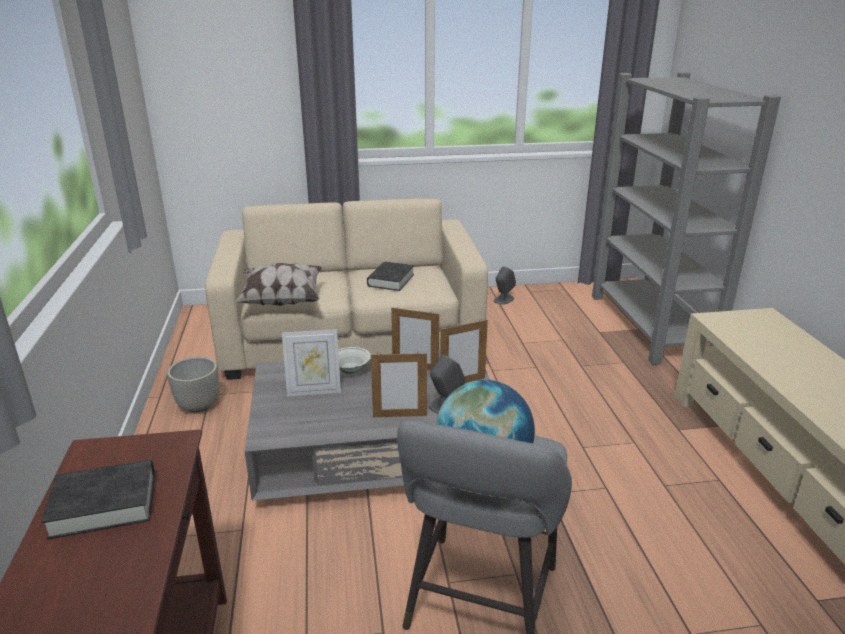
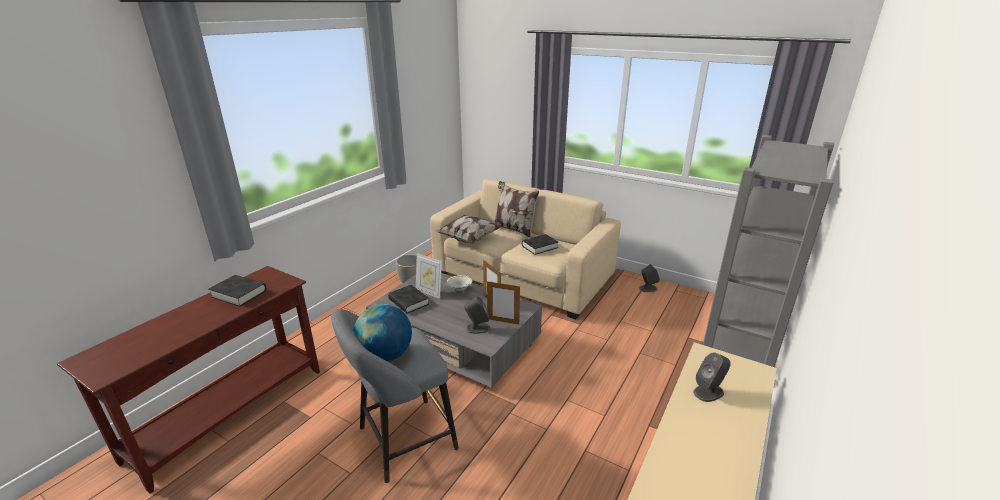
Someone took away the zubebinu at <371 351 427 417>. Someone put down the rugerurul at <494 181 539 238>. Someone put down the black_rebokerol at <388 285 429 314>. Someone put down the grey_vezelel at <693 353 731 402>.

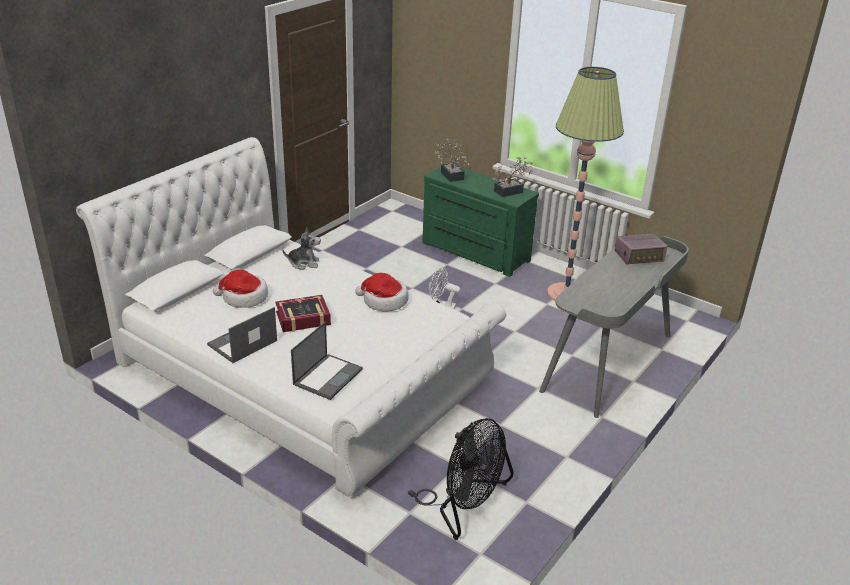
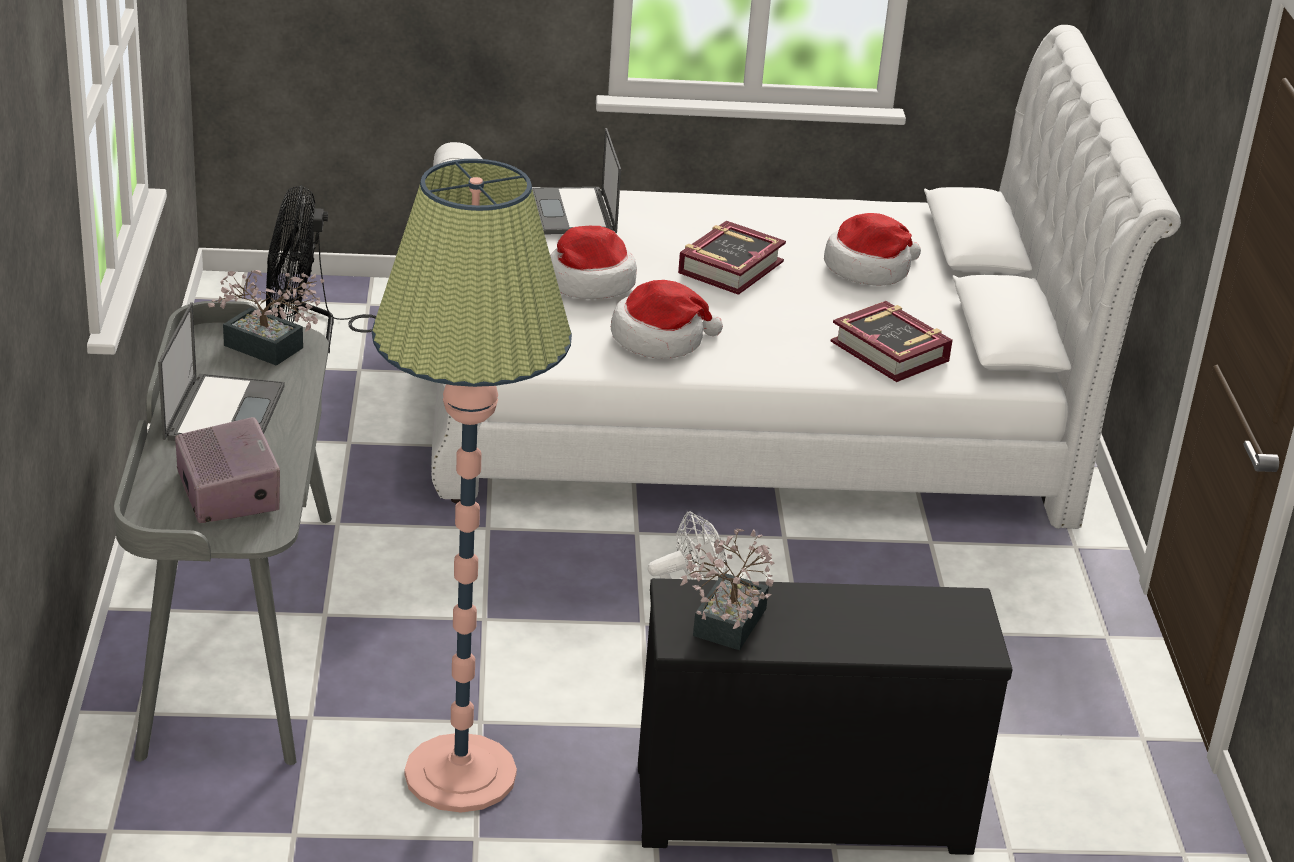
Someone carried the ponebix from <435 139 470 182> to <208 270 324 366>. Someone repainted the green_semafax at <422 167 539 277>, which became the black_semafax at <638 578 1013 855>. Someone swapped the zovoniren at <282 227 321 270> for the rebokerol at <831 301 953 382>. Someone rotated the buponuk at <615 234 668 265> by 120 degrees clockwise. Someone carried the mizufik from <207 307 277 363> to <158 302 285 441>. Someone put down the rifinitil at <550 226 637 299>.

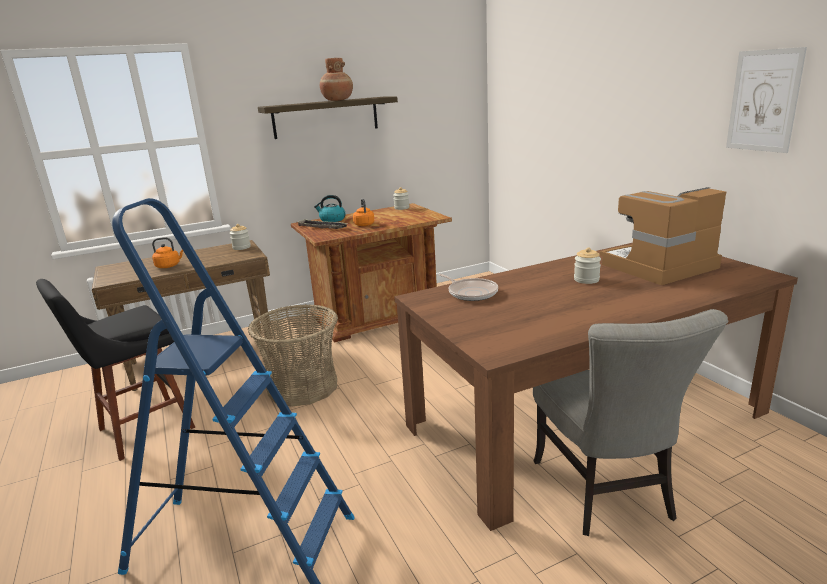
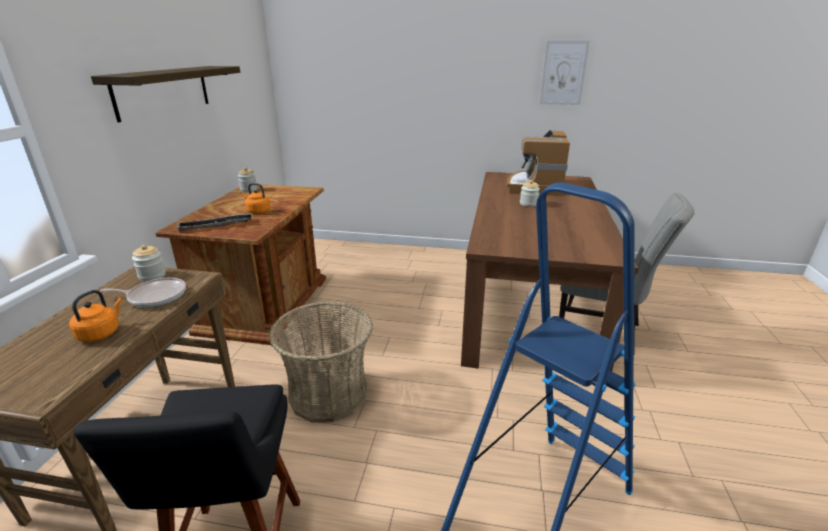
Someone took away the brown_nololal at <320 58 353 101>. Someone took away the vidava at <314 195 345 222>. Someone carried the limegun from <439 274 498 301> to <100 278 186 308>.

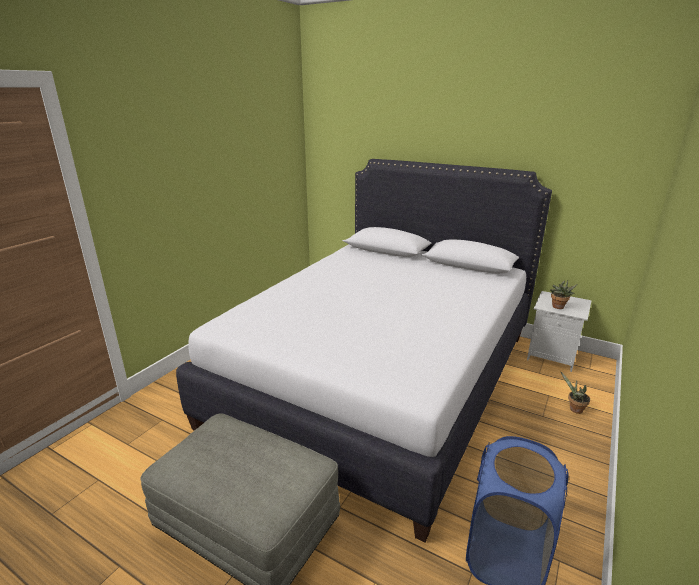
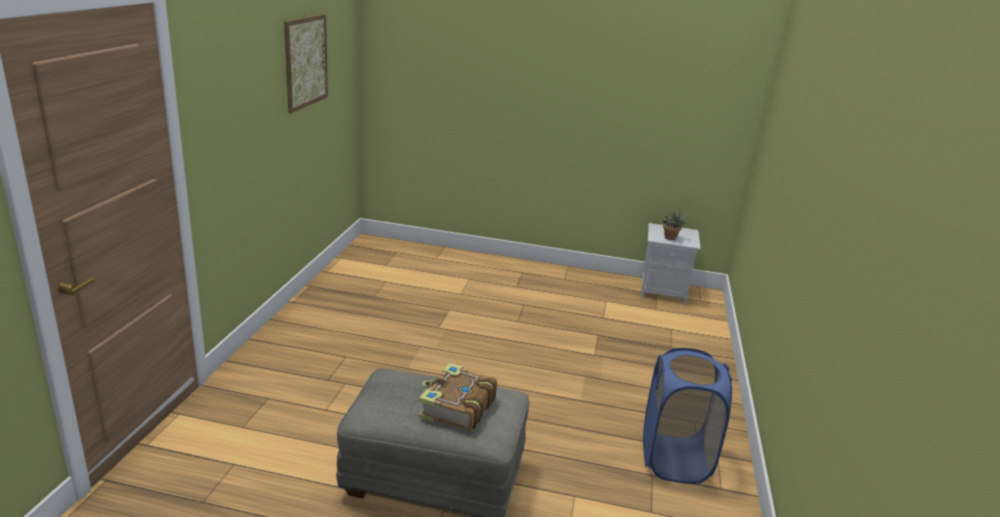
Someone took away the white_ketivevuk at <176 159 552 543>. Someone took away the ponebix at <560 371 590 414>. Someone put up the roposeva at <284 14 328 114>. Someone put down the rebokerol at <419 363 497 431>.

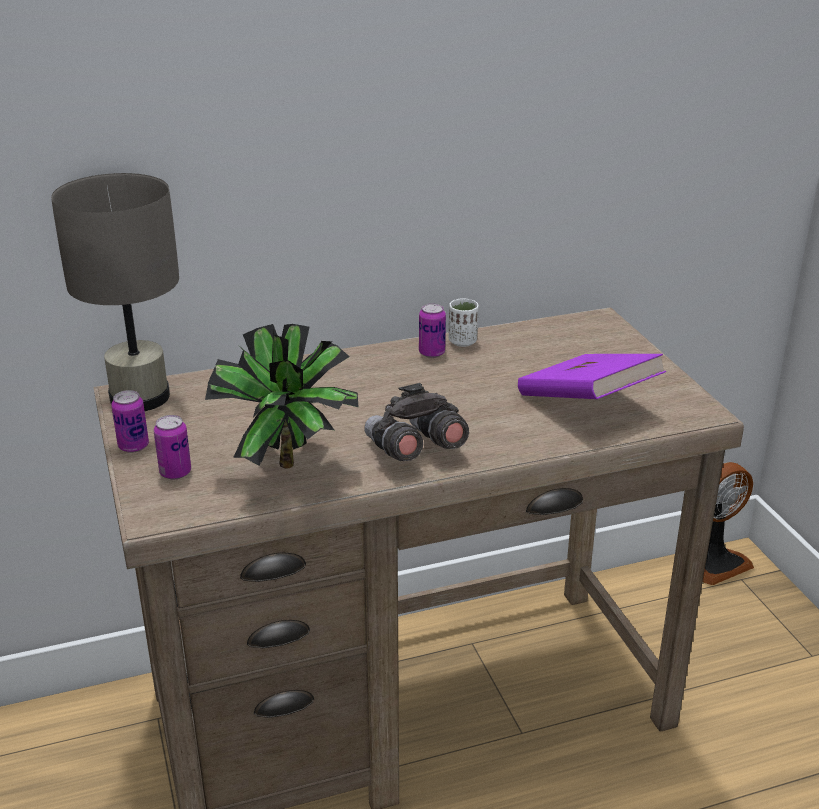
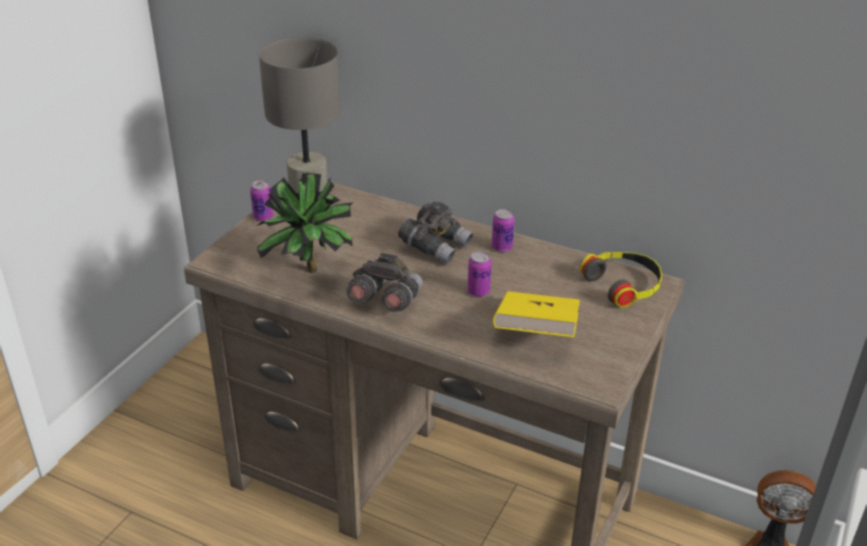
Someone took away the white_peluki at <449 298 479 347>. Someone repainted the purple_rebokerol at <518 354 666 399>, which became the yellow_rebokerol at <493 291 580 337>. Someone carried the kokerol from <154 415 191 479> to <467 252 491 297>. Someone put down the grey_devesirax at <398 202 473 264>. Someone put down the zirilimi at <580 252 662 308>.

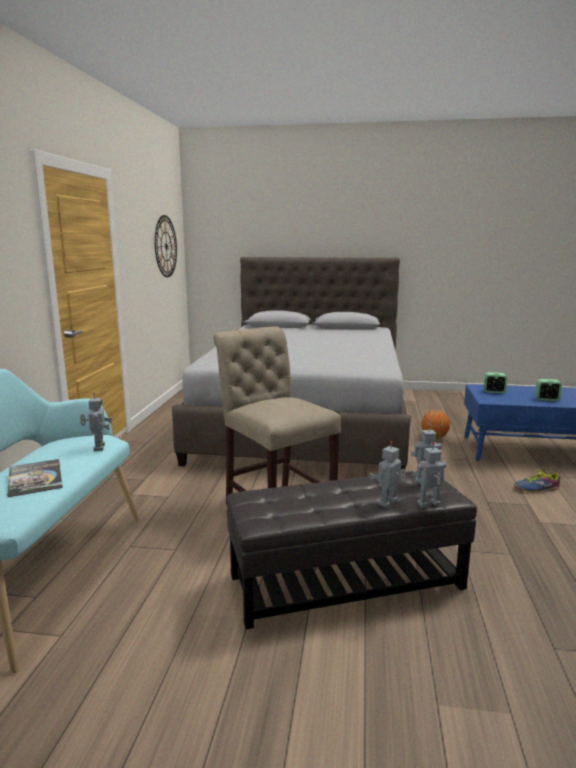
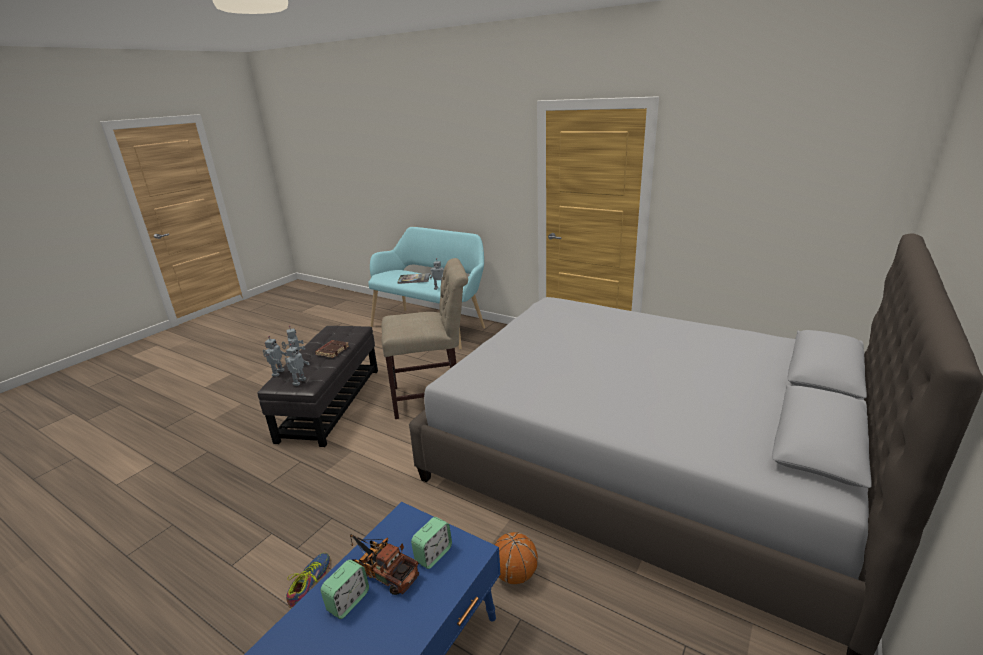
Someone took away the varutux at <155 215 177 277>. Someone put down the brown_rebokerol at <315 340 349 358>. Someone put down the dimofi at <350 534 419 595>.

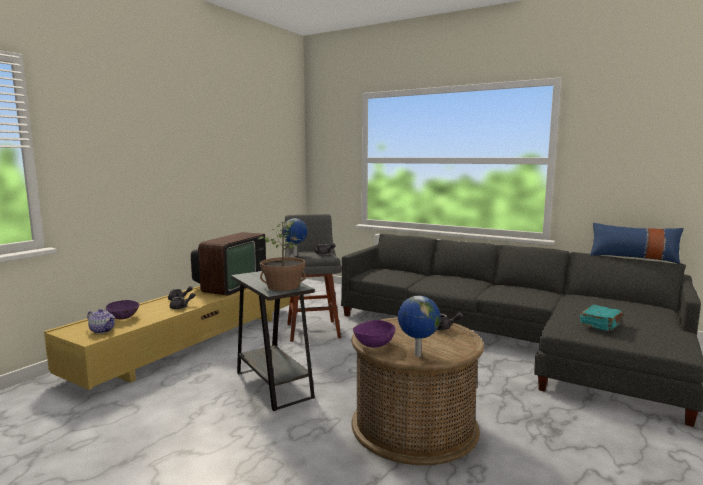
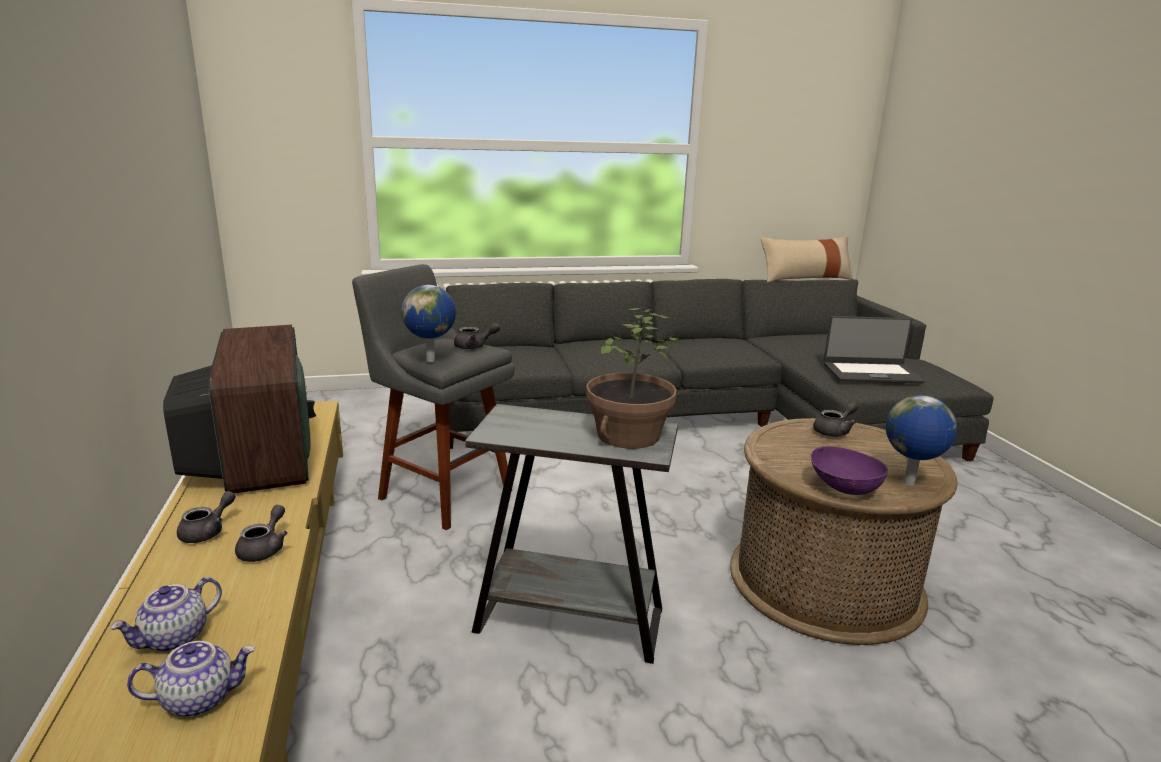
Someone repainted the blue_rugerurul at <590 223 684 264>, which became the beige_rugerurul at <760 236 854 282>. Someone swapped the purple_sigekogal at <106 300 140 319> for the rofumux at <110 577 222 652>. Someone swapped the turquoise_rebokerol at <580 305 622 331> for the mizufik at <824 316 924 383>.

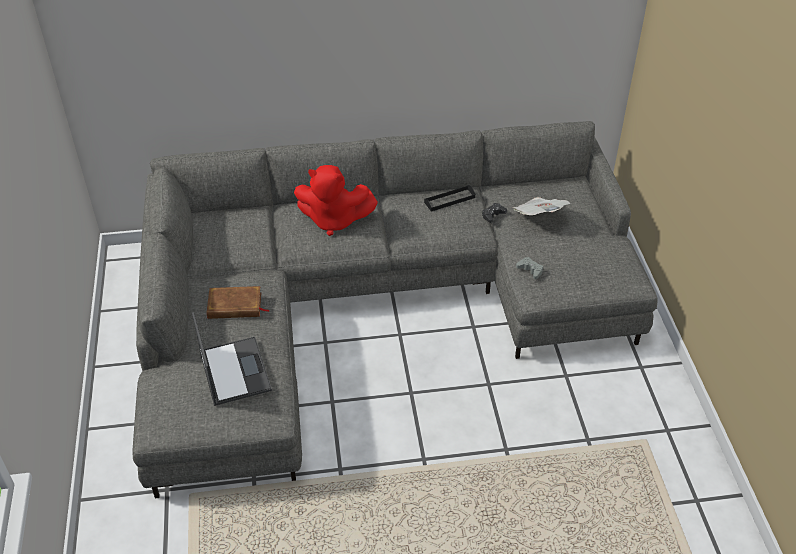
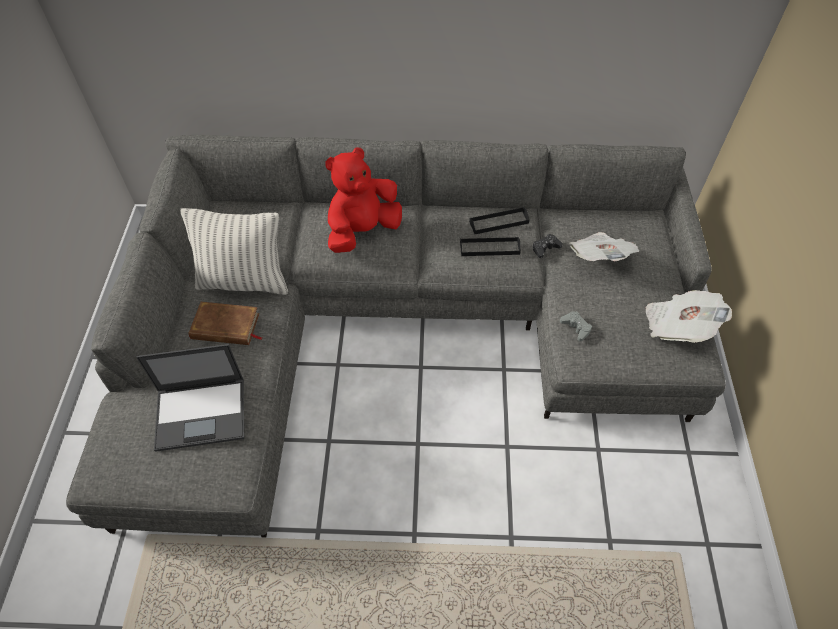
Someone rotated the red_zovoniren at <294 165 378 236> by 120 degrees clockwise. Someone rotated the mizufik at <192 312 272 406> by 90 degrees clockwise. Someone put down the rugerurul at <180 208 288 295>. Someone put down the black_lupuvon at <460 237 521 256>. Someone put down the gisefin at <645 290 732 343>.

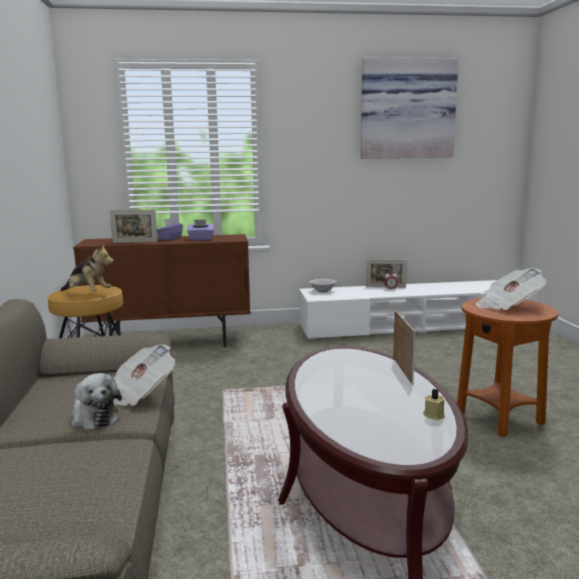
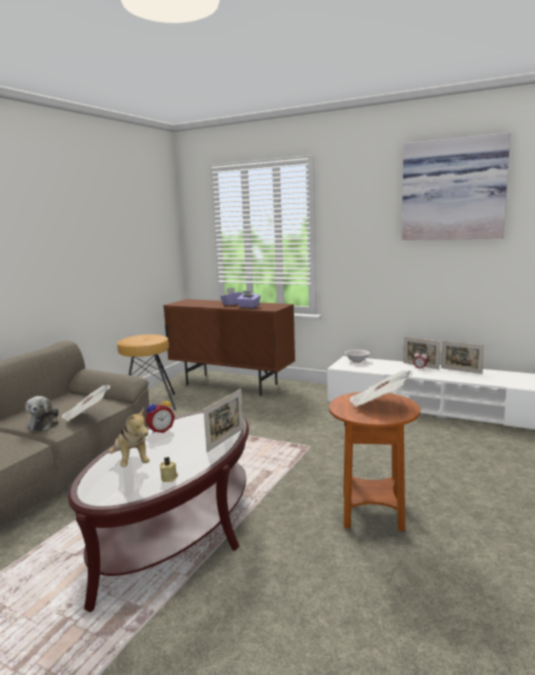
Someone carried the zubebinu from <110 210 158 243> to <441 341 484 374>. Someone carried the zovoniren from <60 245 114 291> to <108 407 150 467>. Someone put down the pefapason at <145 397 175 434>.

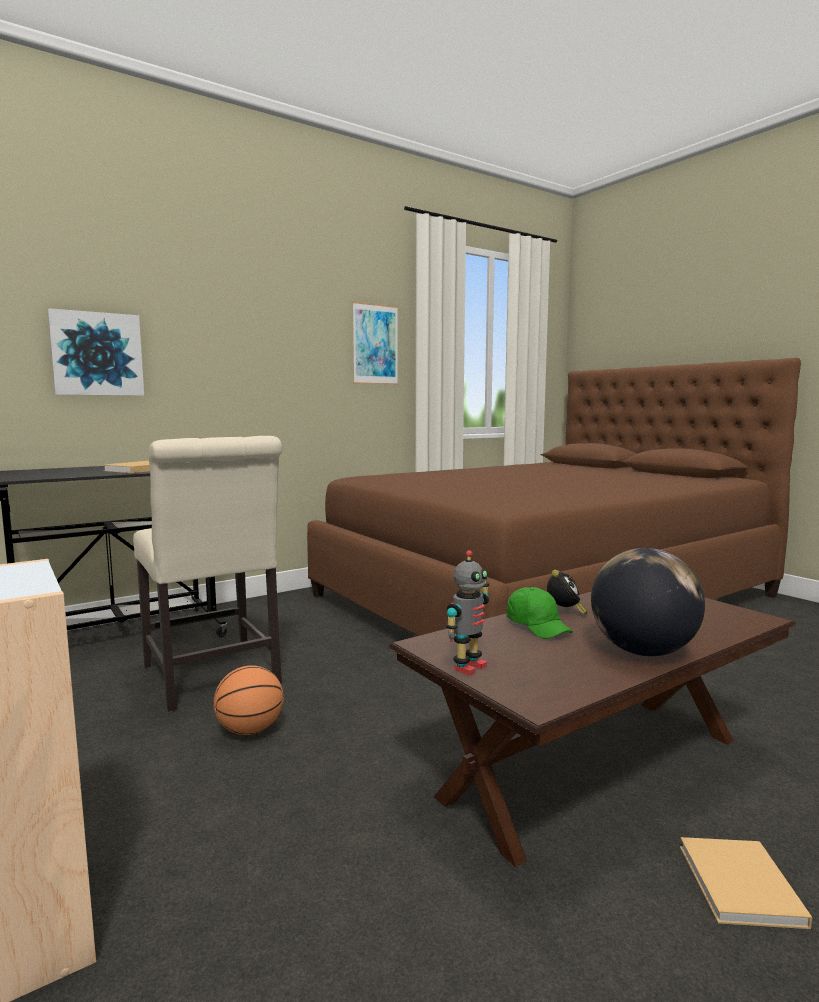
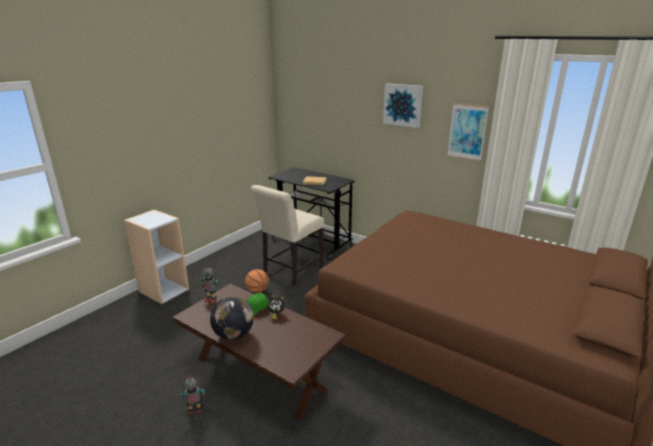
Someone carried the roposeva from <47 308 144 396> to <383 83 423 128>. Someone swapped the beige_rebokerol at <680 837 812 929> for the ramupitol at <179 376 206 414>.

